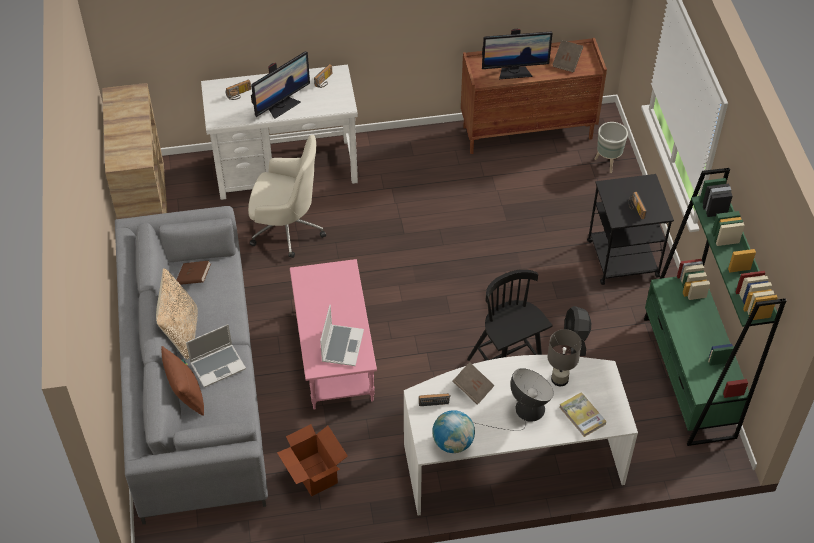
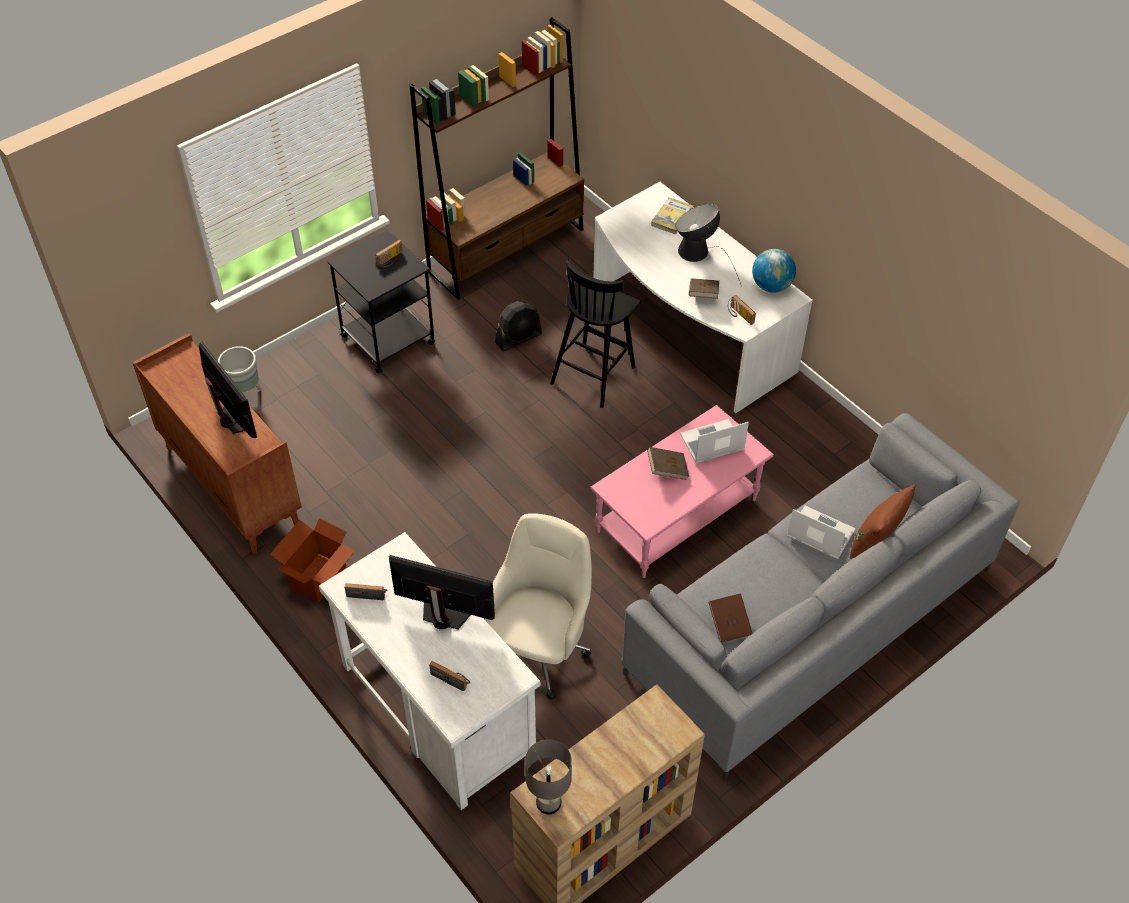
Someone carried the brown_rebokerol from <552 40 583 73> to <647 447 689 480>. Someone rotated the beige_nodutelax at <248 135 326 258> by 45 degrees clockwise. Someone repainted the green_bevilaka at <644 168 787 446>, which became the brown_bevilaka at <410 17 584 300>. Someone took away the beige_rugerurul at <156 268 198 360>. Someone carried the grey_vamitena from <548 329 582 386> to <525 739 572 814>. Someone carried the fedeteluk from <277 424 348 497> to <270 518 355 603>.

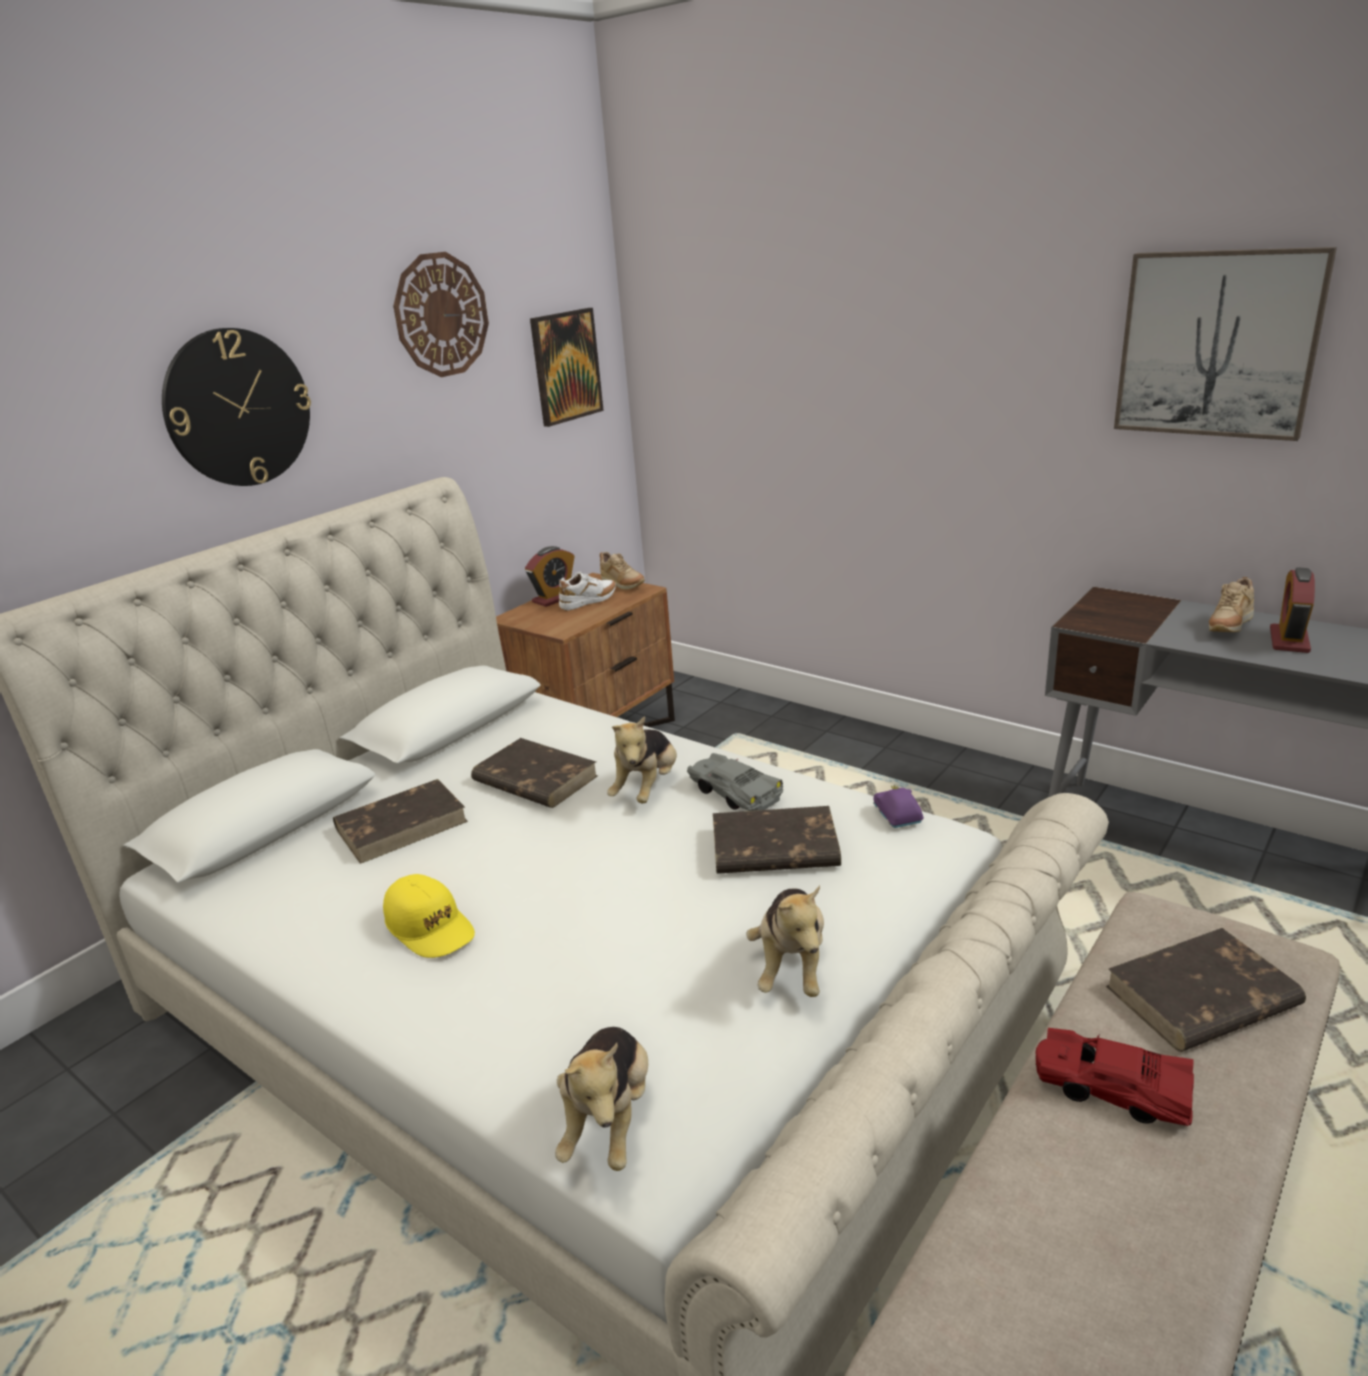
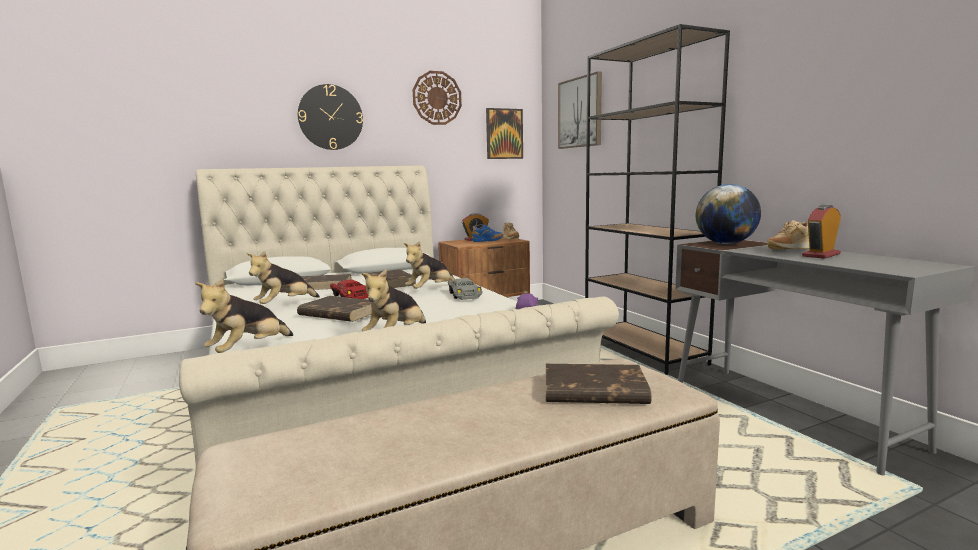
Someone carried the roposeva from <1114 247 1337 441> to <558 71 602 149>. Someone repainted the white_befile at <559 571 616 611>, which became the blue_befile at <472 225 503 242>. Someone carried the brown_rebokerol from <713 806 841 874> to <297 296 372 322>. Someone swapped the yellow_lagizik at <383 874 475 958> for the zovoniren at <247 251 320 304>. Someone carried the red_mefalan from <1036 1028 1194 1126> to <330 279 368 299>. Someone put down the beige_bevilaka at <585 24 730 375>. Someone put down the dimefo at <696 184 761 244>.

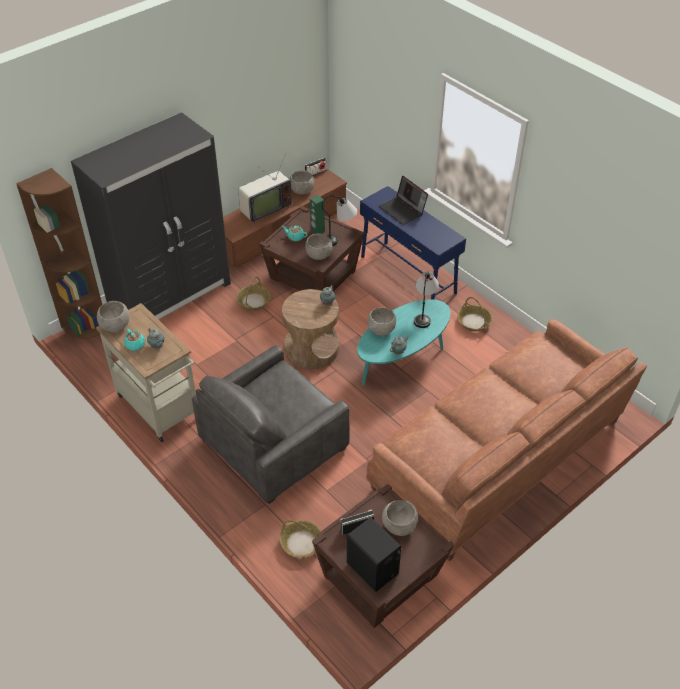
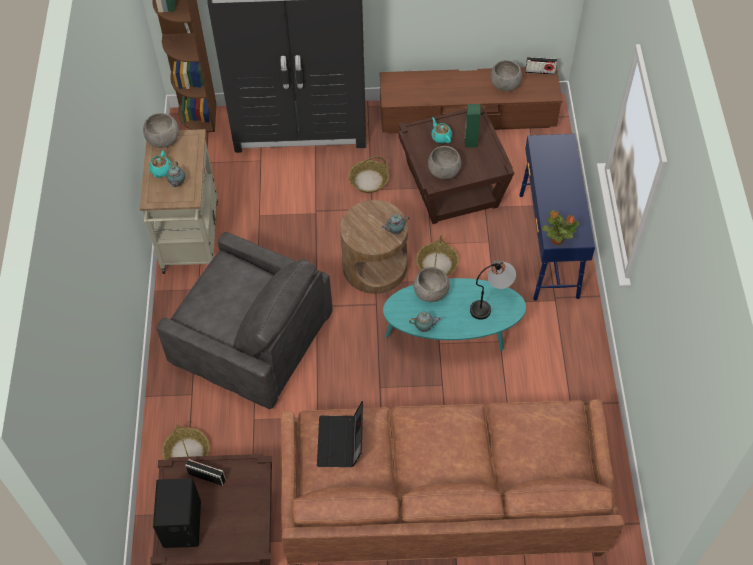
Someone took away the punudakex at <238 153 292 223>. Someone carried the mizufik from <379 176 428 225> to <317 401 363 467>. Someone took away the vamitena at <322 195 357 246>. Someone carried the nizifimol from <457 297 492 331> to <416 235 459 276>. Someone rotated the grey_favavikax at <192 345 350 504> by 150 degrees counterclockwise. Someone took away the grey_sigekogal at <382 500 418 536>. Someone put down the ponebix at <542 210 579 245>.

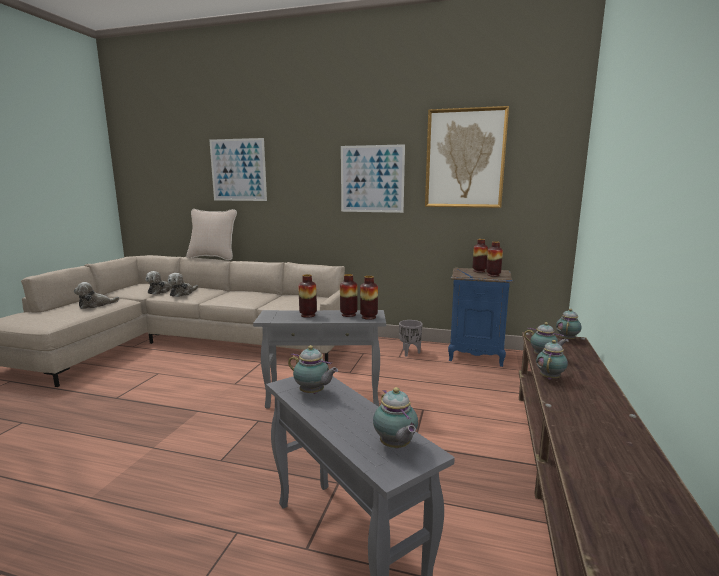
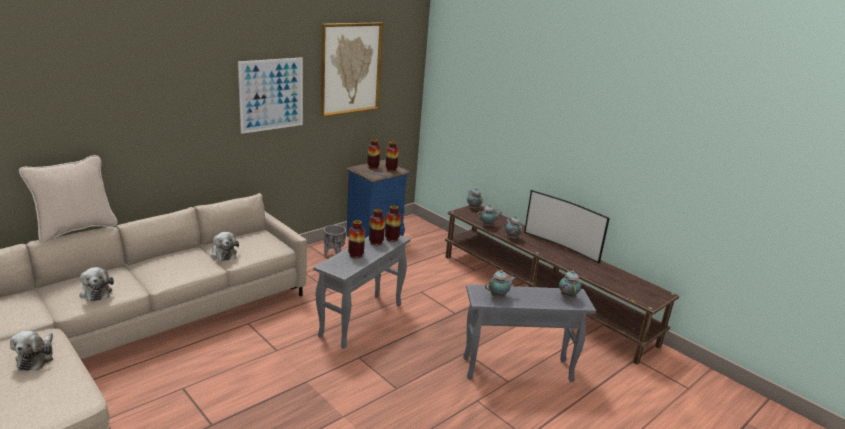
Someone took away the roposeva at <209 138 267 201>. Someone carried the zovoniren from <146 271 172 295> to <211 232 239 261>. Someone rotated the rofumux at <373 387 418 449> by 105 degrees counterclockwise. Someone put down the punudakex at <524 190 610 263>.

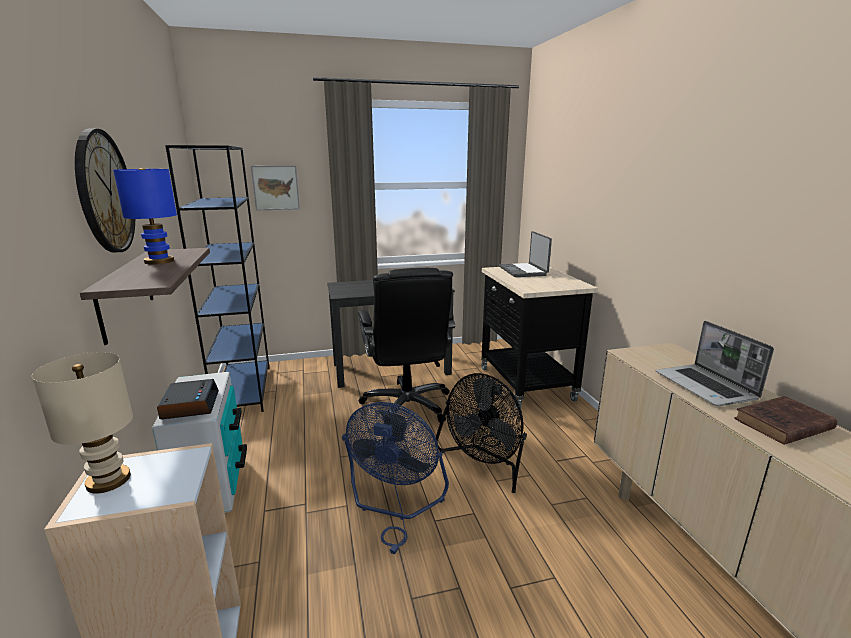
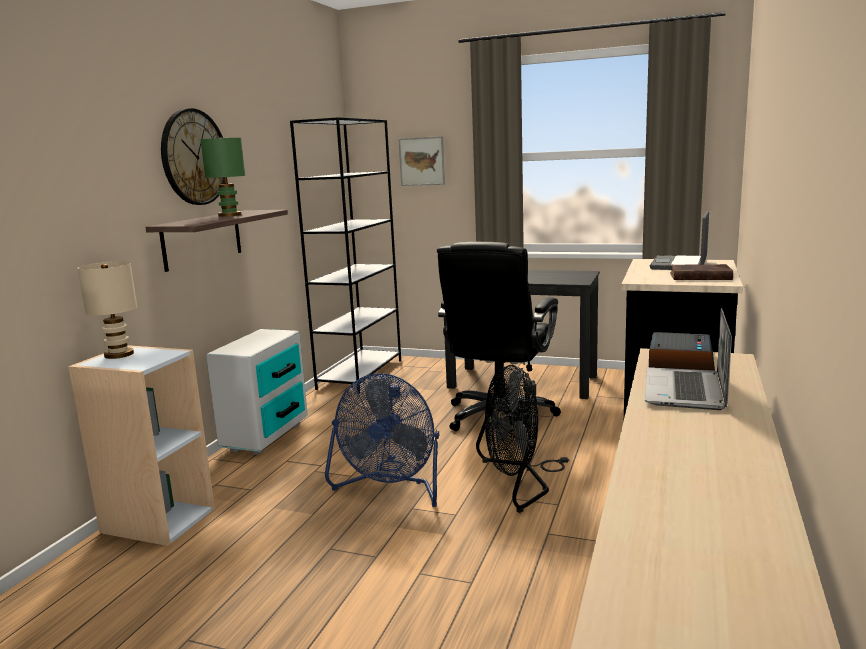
Someone repainted the blue_bevilaka at <165 145 270 412>, which became the white_bevilaka at <290 117 401 394>. Someone repainted the blue_vamitena at <113 168 177 265>, which became the green_vamitena at <200 138 245 217>. Someone carried the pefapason from <157 379 219 419> to <649 332 715 371>. Someone carried the brown_rebokerol from <734 396 837 445> to <670 264 733 280>. Someone rotated the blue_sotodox at <342 402 449 554> by 150 degrees clockwise.

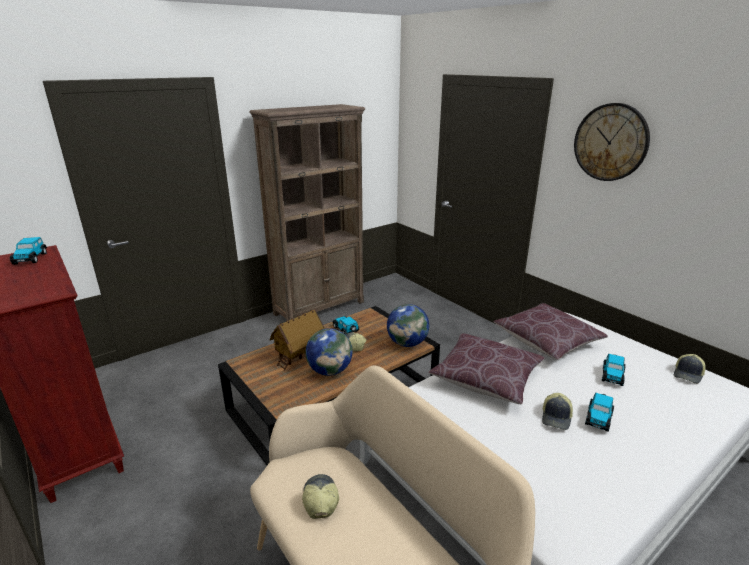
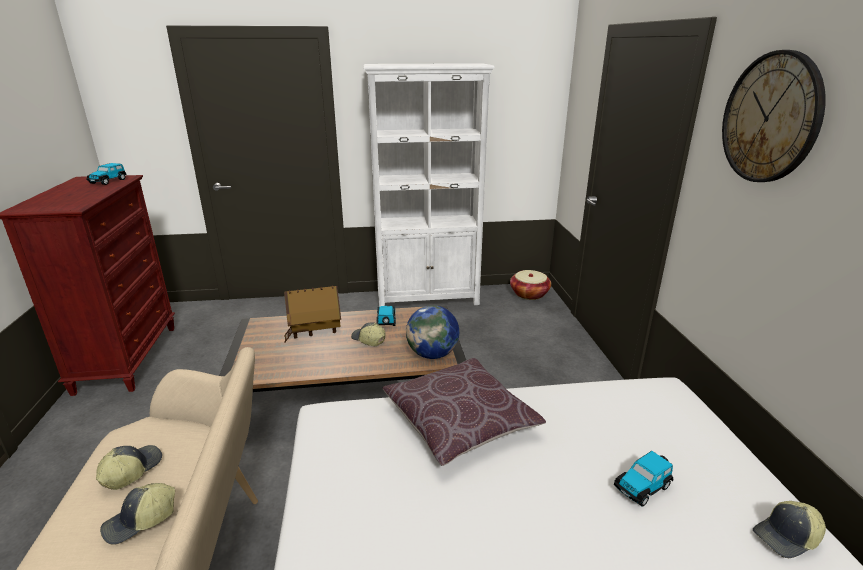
Someone repainted the brown_bevilaka at <249 104 365 321>, which became the white_bevilaka at <363 63 495 307>. Someone took away the brown_rugerurul at <493 303 608 360>. Someone took away the dimefo at <306 328 352 376>. Someone carried the lagizik from <542 393 573 430> to <100 483 175 545>. Someone took away the mefalan at <585 393 614 432>. Someone put down the nizifimol at <510 270 551 300>.

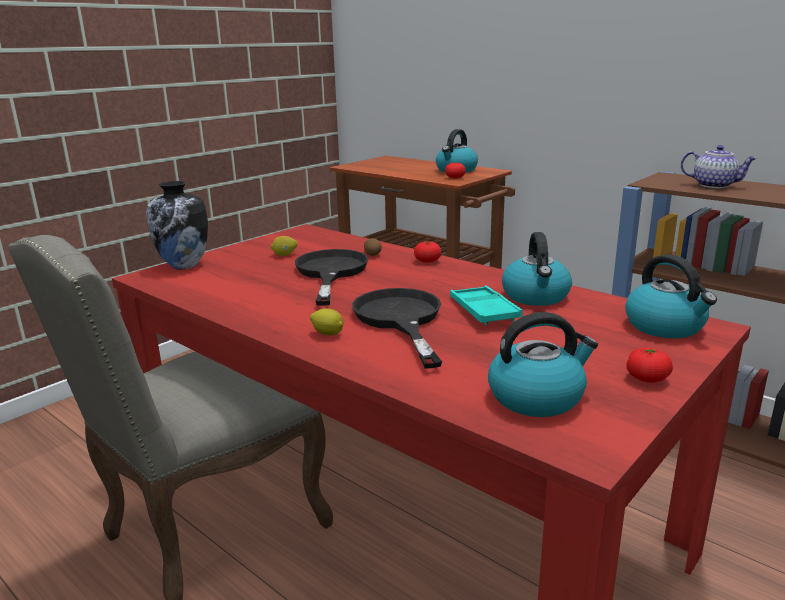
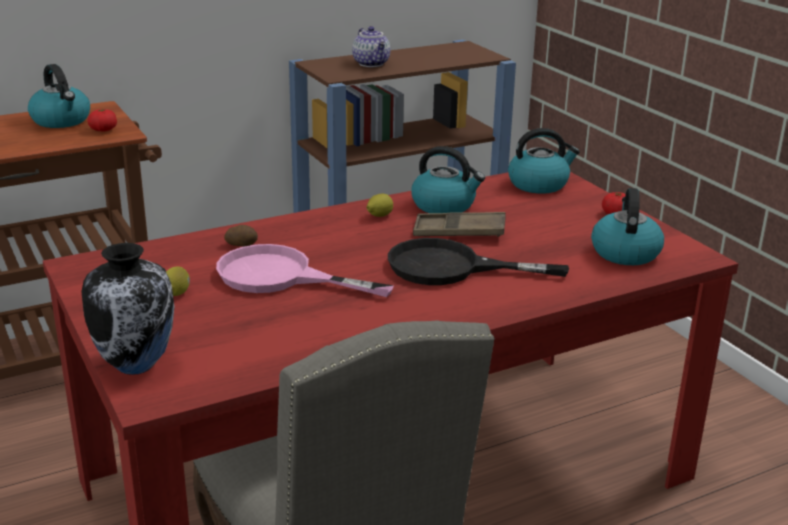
Someone rotated the rofumux at <681 145 758 188> by 105 degrees clockwise. Someone took away the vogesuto at <414 241 442 263>. Someone repainted the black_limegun at <295 249 368 306>, which became the pink_limegun at <216 244 394 297>. Someone repainted the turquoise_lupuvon at <450 286 522 325>, which became the brown_lupuvon at <413 212 506 237>. Someone carried the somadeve from <310 308 344 336> to <366 193 393 217>.

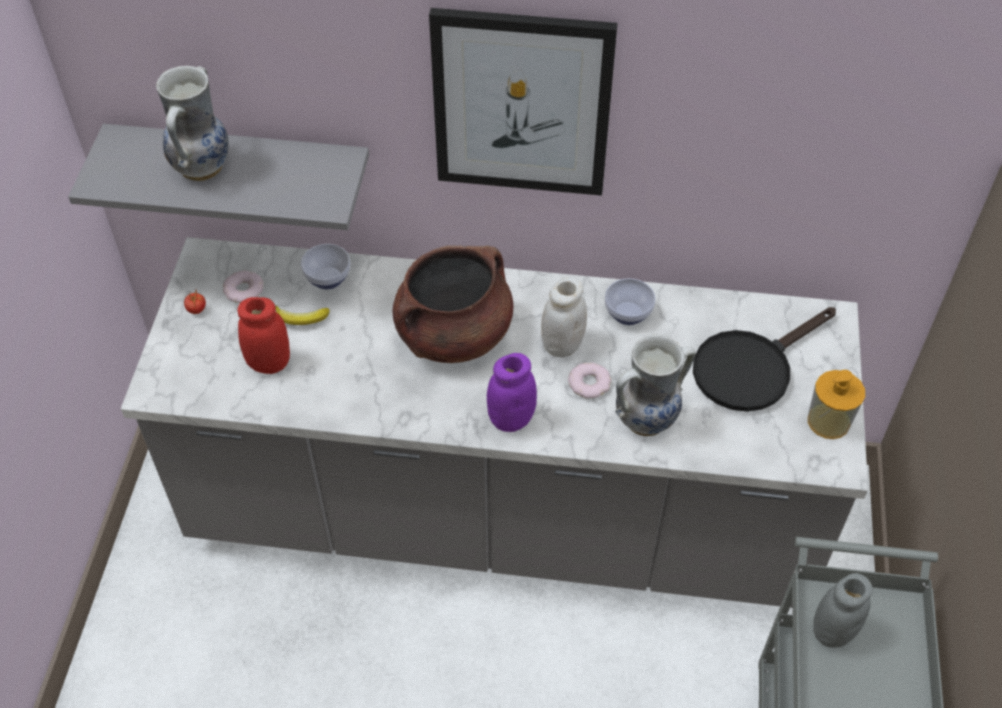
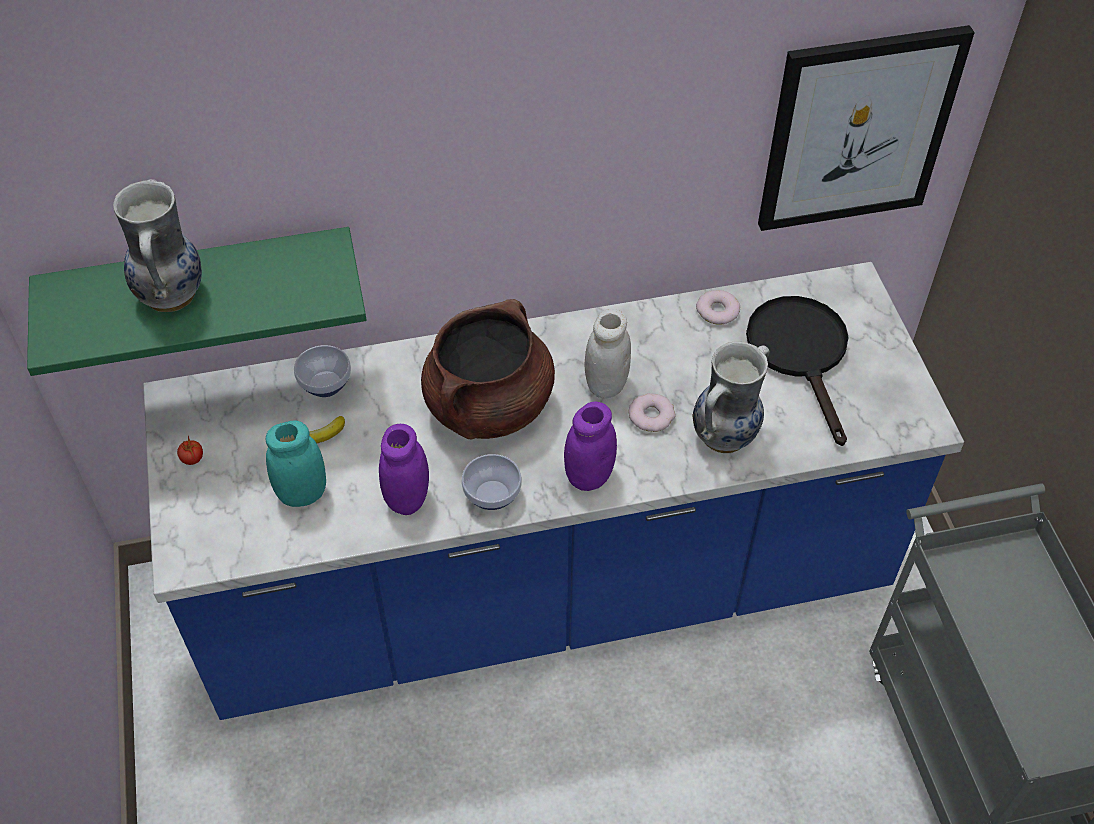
Someone carried the roposeva from <429 8 618 196> to <758 25 975 231>. Someone repainted the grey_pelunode at <68 124 369 230>, which became the green_pelunode at <27 227 367 376>. Someone repainted the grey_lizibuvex at <121 237 868 608>, which became the blue_lizibuvex at <143 262 964 720>. Someone carried the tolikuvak from <223 271 263 303> to <696 290 740 325>. Someone carried the sigekogal from <605 278 655 325> to <462 454 522 510>. Someone repainted the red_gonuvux at <237 297 290 374>, which became the turquoise_gonuvux at <266 421 326 507>. Someone rotated the black_limegun at <693 307 836 412> by 135 degrees clockwise. Someone took away the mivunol at <808 370 865 439>. Someone took away the grey_gonuvux at <813 573 873 648>. Someone put down the purple_gonuvux at <379 424 429 515>.

